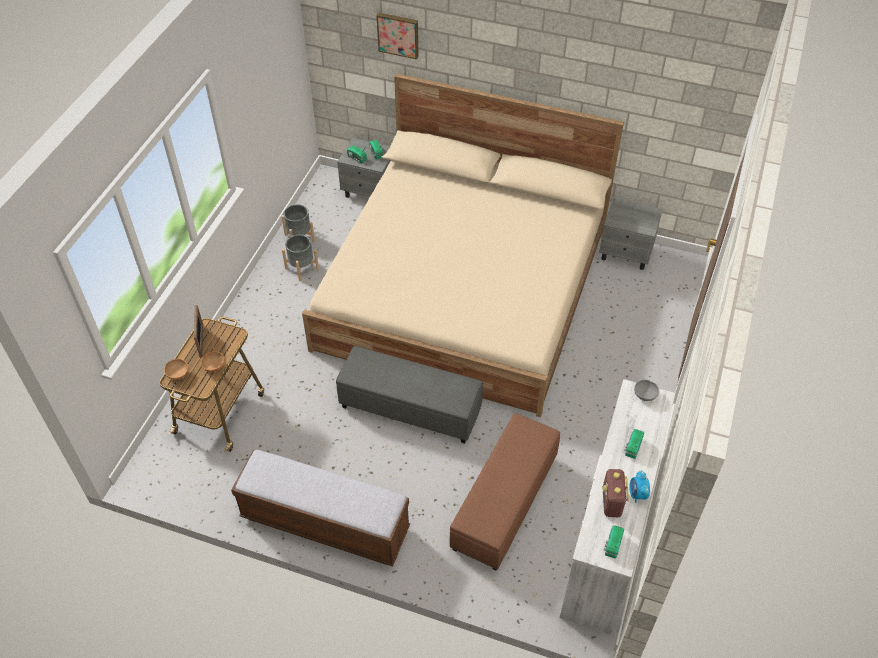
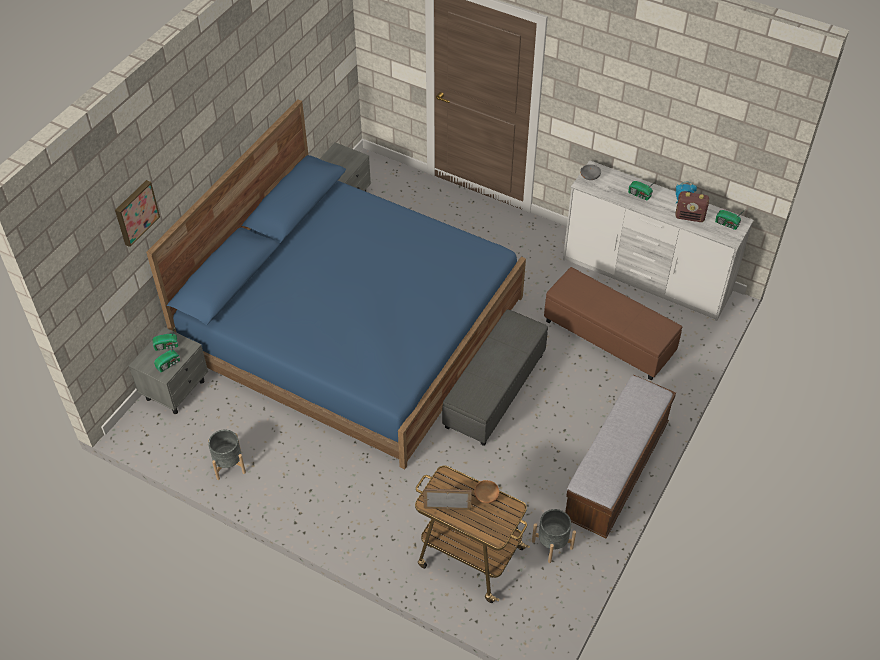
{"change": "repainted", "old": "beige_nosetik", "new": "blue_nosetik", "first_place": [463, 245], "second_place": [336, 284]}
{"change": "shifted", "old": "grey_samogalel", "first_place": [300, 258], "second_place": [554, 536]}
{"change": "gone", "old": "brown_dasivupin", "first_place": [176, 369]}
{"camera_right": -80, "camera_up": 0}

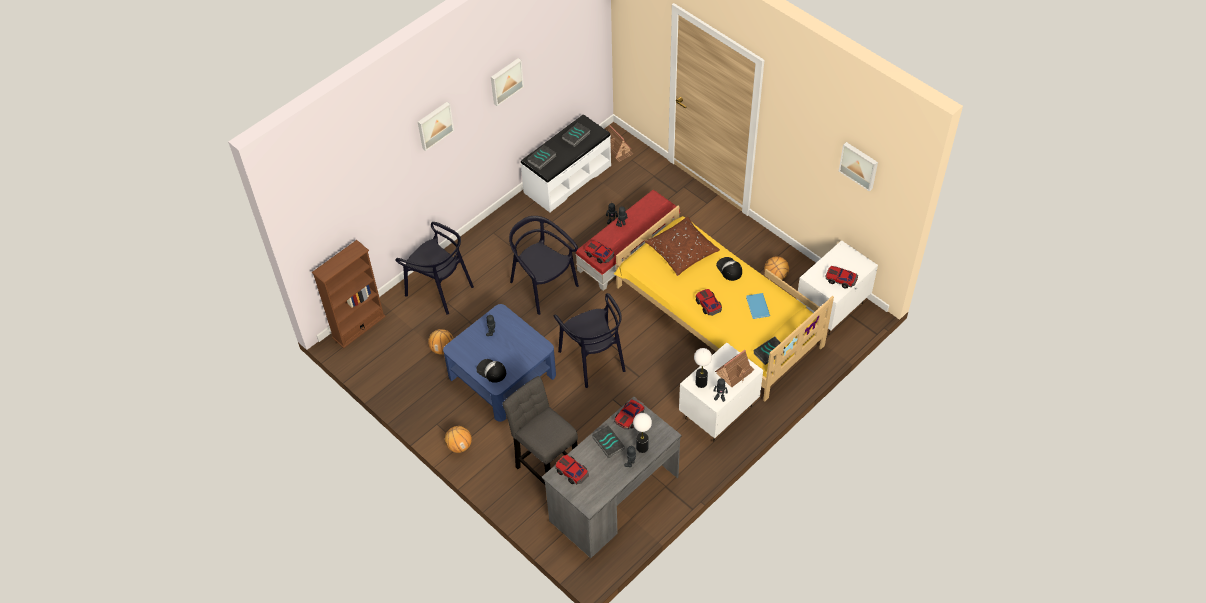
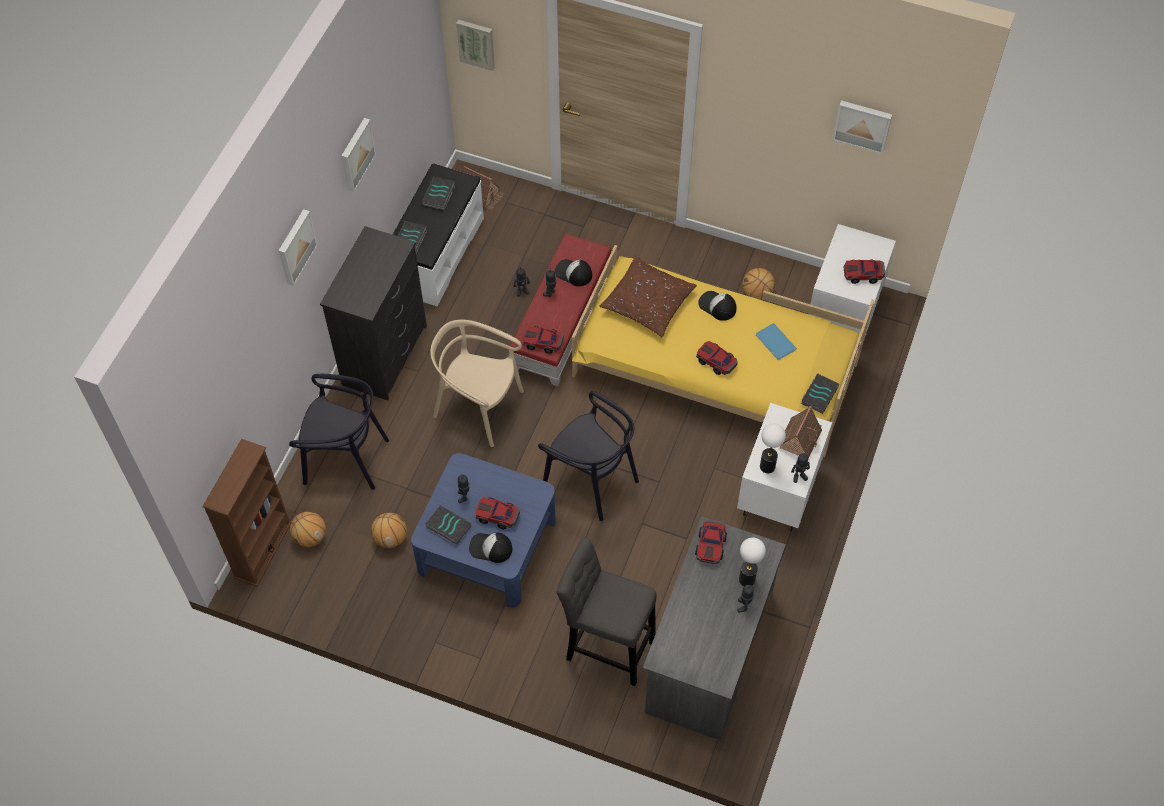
{"change": "shifted", "old": "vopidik", "first_place": [458, 439], "second_place": [308, 529]}
{"change": "new", "new": "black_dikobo", "second_place": [373, 313]}
{"change": "shifted", "old": "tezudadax", "first_place": [608, 442], "second_place": [448, 525]}
{"change": "repainted", "old": "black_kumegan", "new": "beige_kumegan", "first_place": [544, 265], "second_place": [477, 383]}
{"change": "new", "new": "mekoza", "second_place": [475, 45]}
{"change": "shifted", "old": "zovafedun", "first_place": [571, 469], "second_place": [497, 513]}
{"change": "new", "new": "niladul", "second_place": [573, 272]}
{"camera_right": -25, "camera_up": 5}

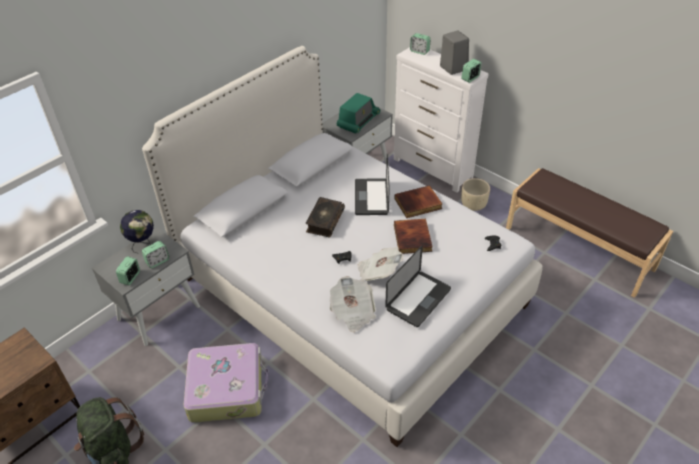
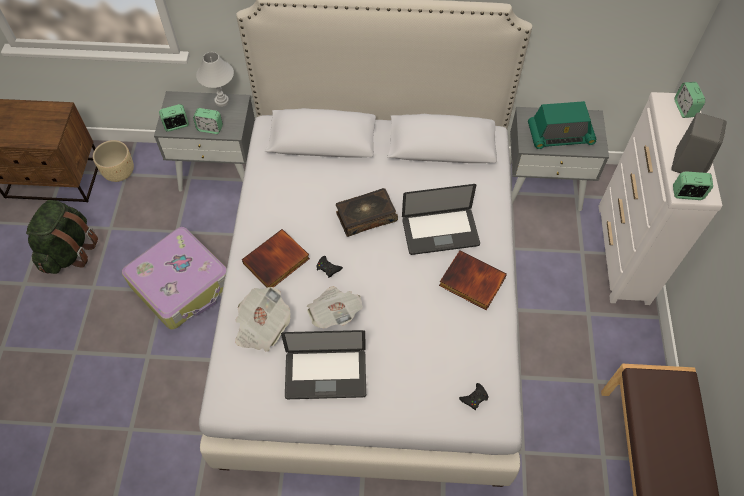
{"change": "shifted", "old": "beige_samogalel", "first_place": [475, 194], "second_place": [113, 161]}
{"change": "swapped", "old": "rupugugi", "new": "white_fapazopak", "first_place": [137, 232], "second_place": [215, 79]}
{"change": "shifted", "old": "tezudadax", "first_place": [413, 236], "second_place": [276, 258]}
{"change": "rotated", "old": "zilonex", "first_place": [372, 184], "second_place": [441, 219], "degrees": -150}
{"camera_right": 50, "camera_up": 15}

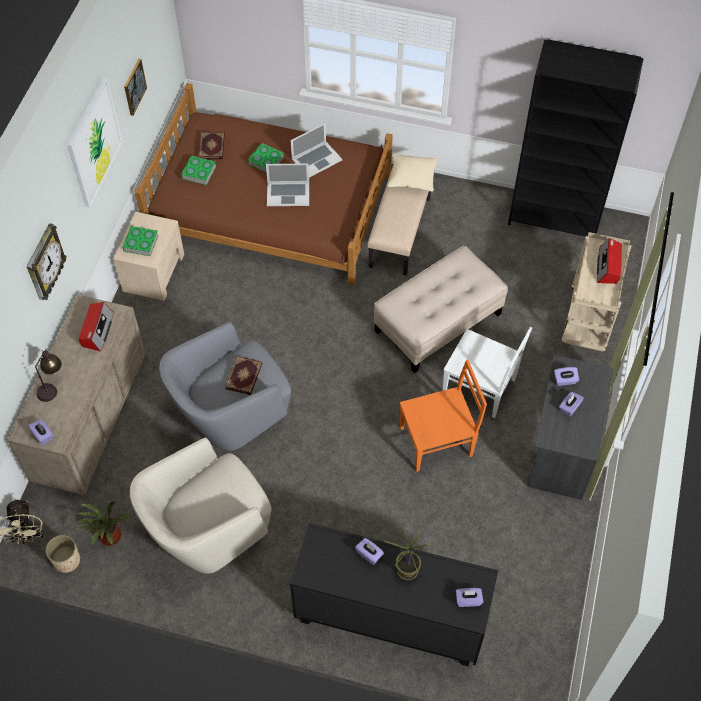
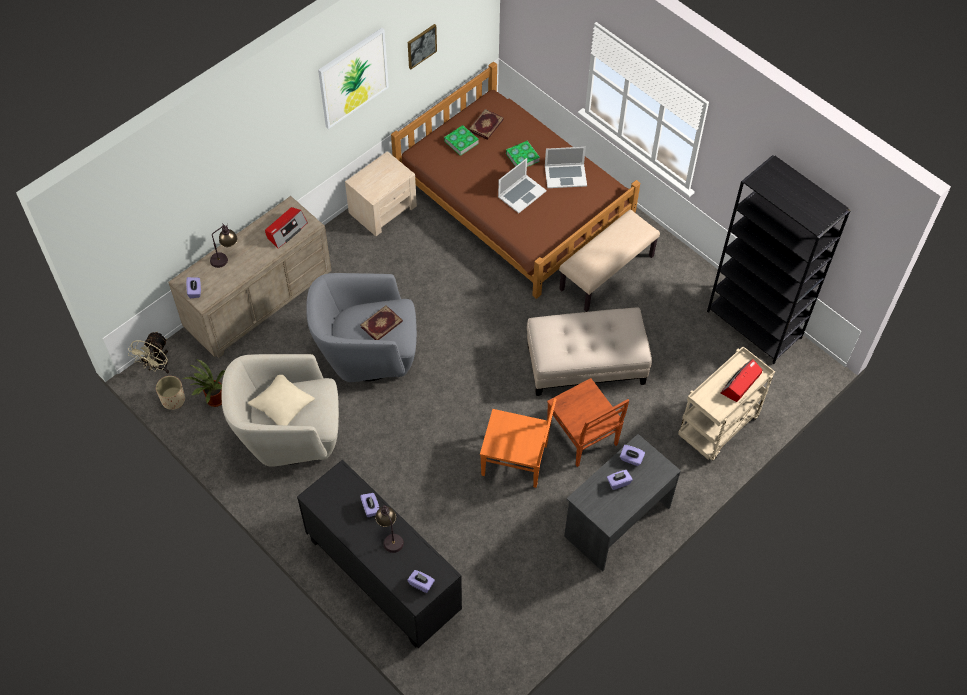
{"change": "shifted", "old": "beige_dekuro", "first_place": [412, 173], "second_place": [281, 400]}
{"change": "swapped", "old": "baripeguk", "new": "fapazopak", "first_place": [409, 552], "second_place": [389, 529]}
{"change": "rotated", "old": "zilonex", "first_place": [287, 184], "second_place": [522, 185], "degrees": -75}
{"change": "repainted", "old": "white_kumegan", "new": "brown_kumegan", "first_place": [487, 372], "second_place": [588, 422]}
{"change": "gone", "old": "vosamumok", "first_place": [47, 261]}
{"change": "gone", "old": "tezudadax", "first_place": [140, 241]}
{"camera_right": 30, "camera_up": 0}

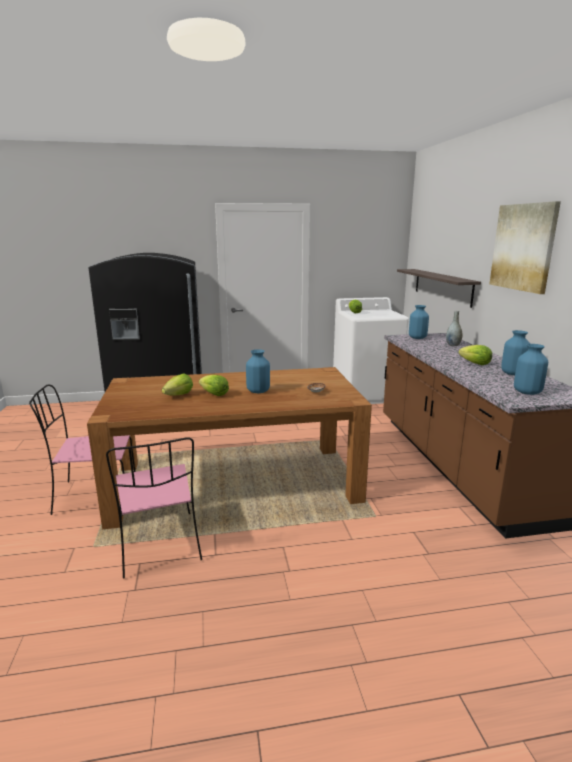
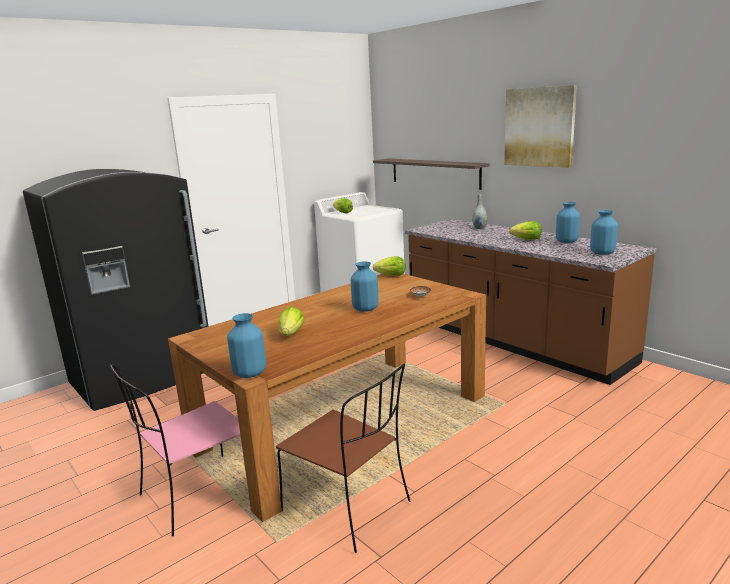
{"change": "shifted", "old": "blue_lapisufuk", "first_place": [419, 322], "second_place": [246, 345]}
{"change": "repainted", "old": "pink_kumegan", "new": "brown_kumegan", "first_place": [154, 508], "second_place": [343, 458]}
{"change": "shifted", "old": "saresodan", "first_place": [214, 385], "second_place": [389, 266]}
{"camera_right": -30, "camera_up": 0}

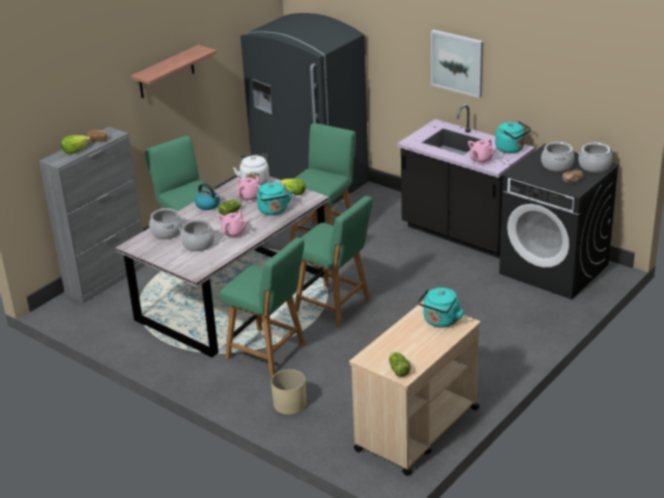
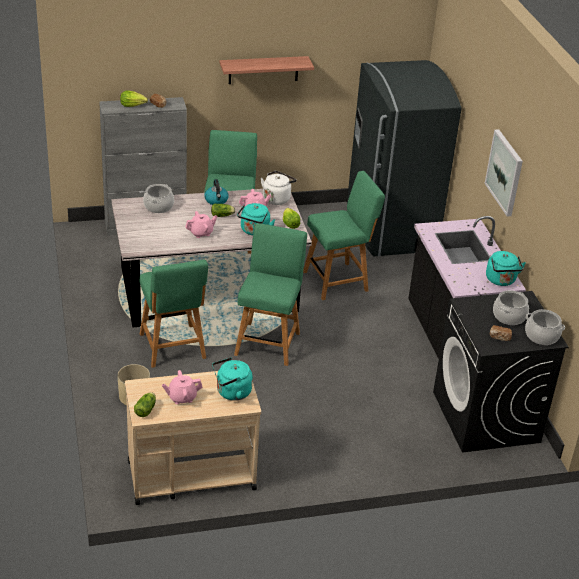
{"change": "shifted", "old": "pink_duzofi", "first_place": [482, 151], "second_place": [182, 387]}
{"change": "rotated", "old": "green_kumegan", "first_place": [334, 261], "second_place": [270, 294], "degrees": -150}
{"change": "gone", "old": "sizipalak", "first_place": [197, 235]}
{"camera_right": 35, "camera_up": 5}

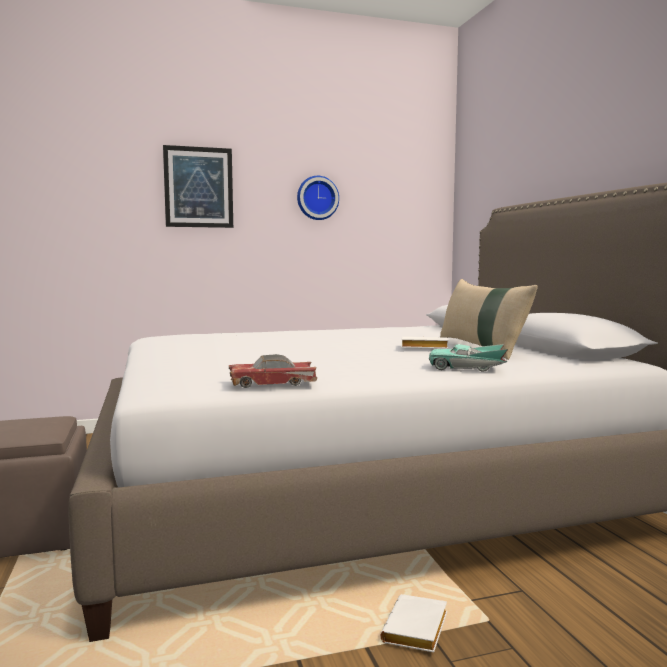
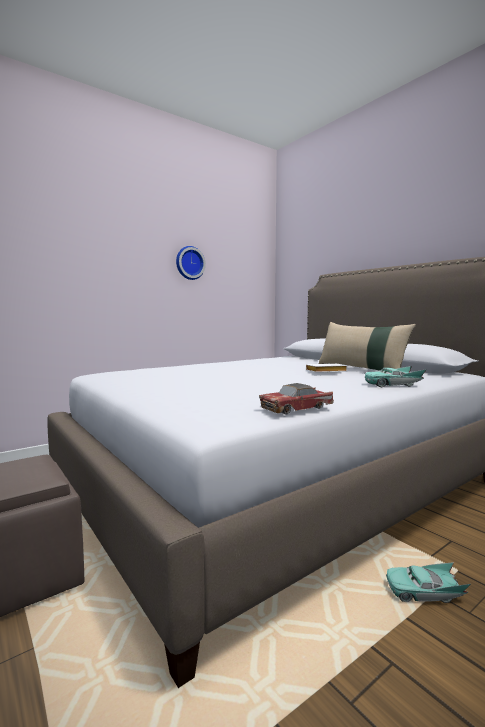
{"change": "swapped", "old": "white_tezudadax", "new": "turquoise_zovafedun", "first_place": [414, 623], "second_place": [428, 582]}
{"change": "gone", "old": "mekoza", "first_place": [198, 186]}
{"camera_right": -20, "camera_up": 0}

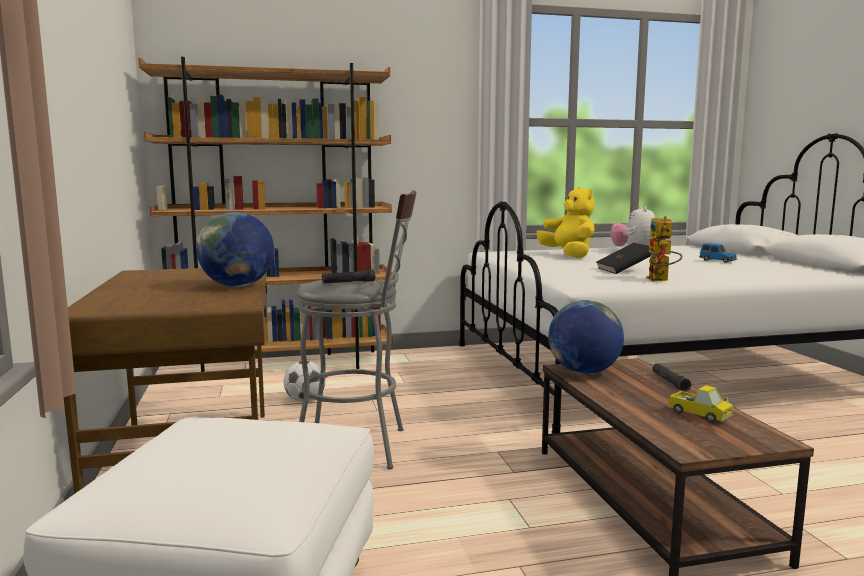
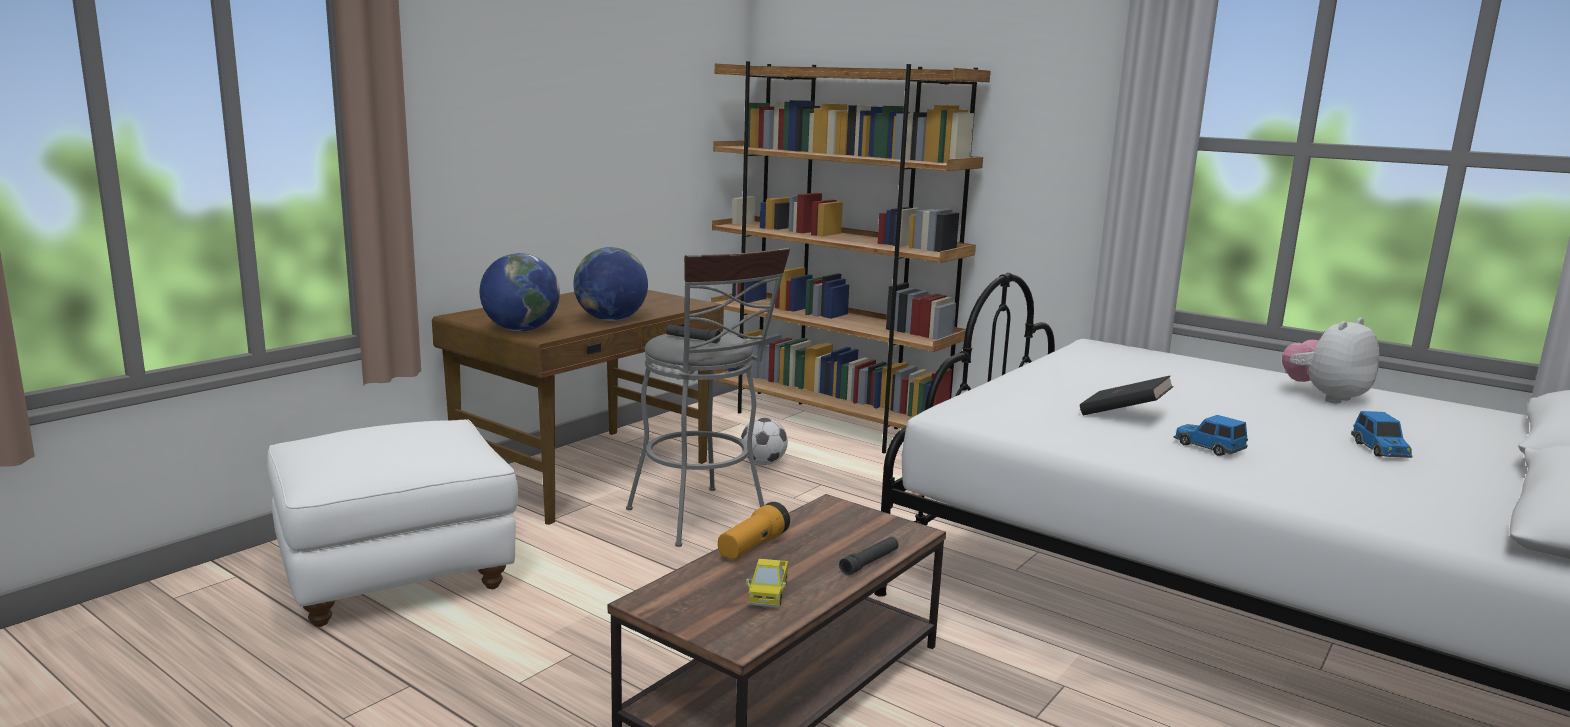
{"change": "shifted", "old": "rupugugi", "first_place": [586, 337], "second_place": [520, 292]}
{"change": "new", "new": "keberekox", "second_place": [754, 530]}
{"change": "new", "new": "zovafedun", "second_place": [1211, 435]}
{"change": "gone", "old": "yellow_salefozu", "first_place": [566, 222]}
{"change": "gone", "old": "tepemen", "first_place": [664, 248]}
{"camera_right": 50, "camera_up": 5}

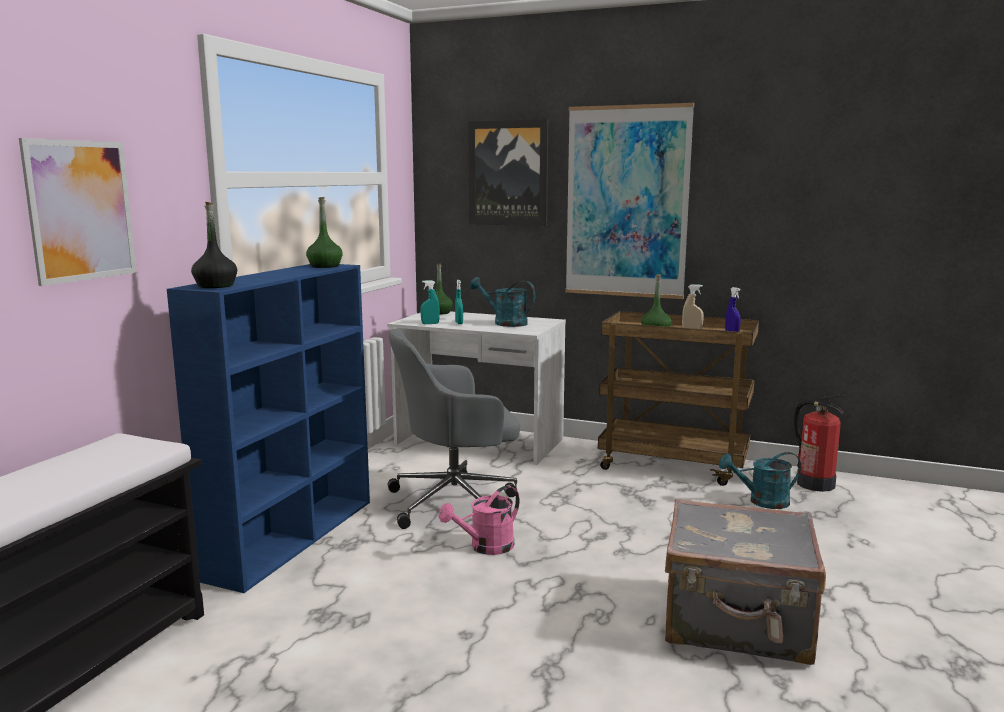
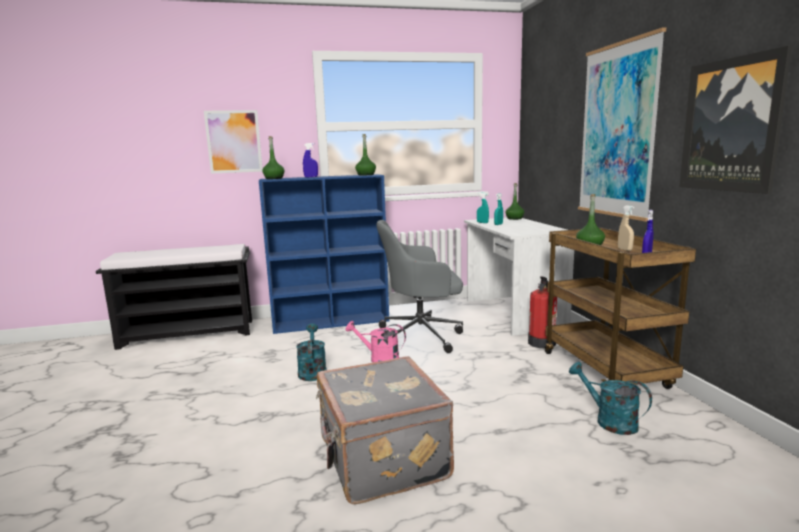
{"change": "repainted", "old": "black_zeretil", "new": "green_zeretil", "first_place": [214, 245], "second_place": [273, 157]}
{"change": "shifted", "old": "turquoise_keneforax", "first_place": [502, 302], "second_place": [311, 352]}
{"change": "new", "new": "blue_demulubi", "second_place": [310, 160]}
{"change": "rotated", "old": "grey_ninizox", "first_place": [454, 428], "second_place": [419, 286], "degrees": -45}
{"change": "shifted", "old": "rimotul", "first_place": [819, 443], "second_place": [542, 312]}
{"change": "shifted", "old": "mekoza", "first_place": [508, 172], "second_place": [735, 119]}
{"camera_right": 55, "camera_up": 0}

